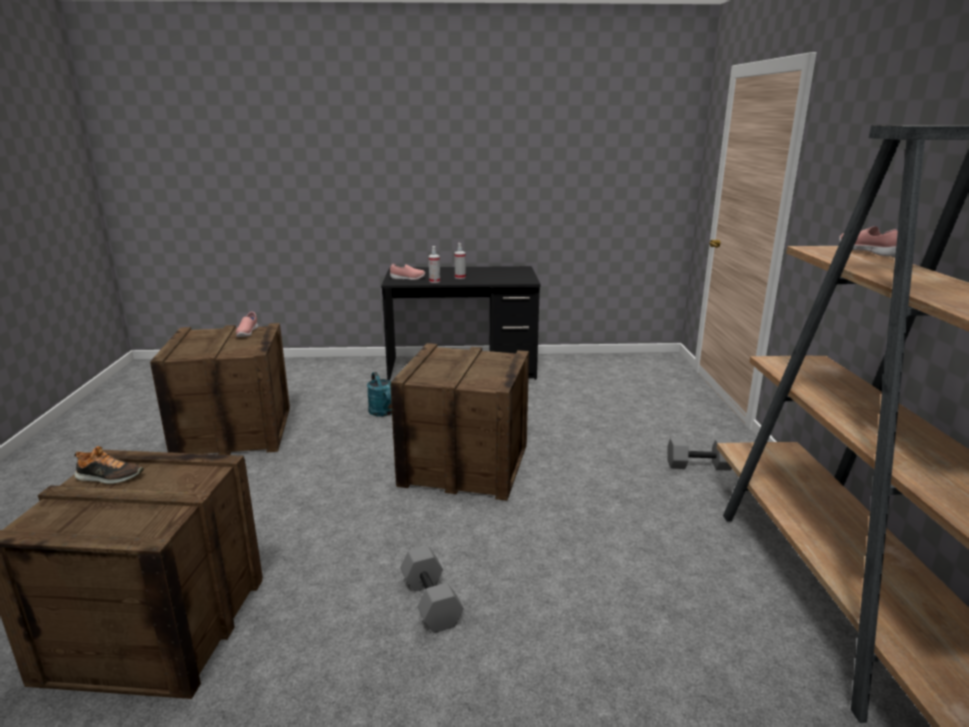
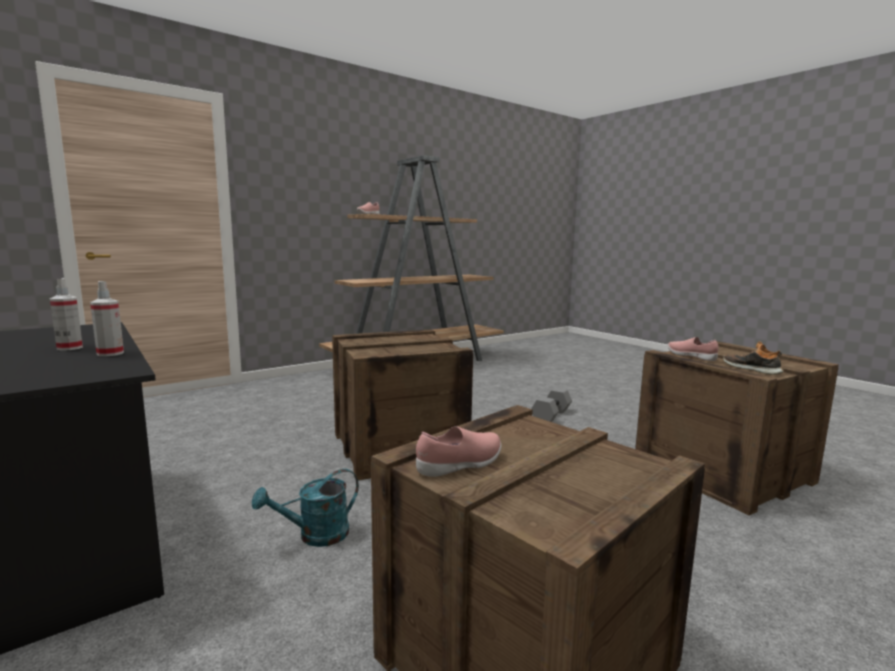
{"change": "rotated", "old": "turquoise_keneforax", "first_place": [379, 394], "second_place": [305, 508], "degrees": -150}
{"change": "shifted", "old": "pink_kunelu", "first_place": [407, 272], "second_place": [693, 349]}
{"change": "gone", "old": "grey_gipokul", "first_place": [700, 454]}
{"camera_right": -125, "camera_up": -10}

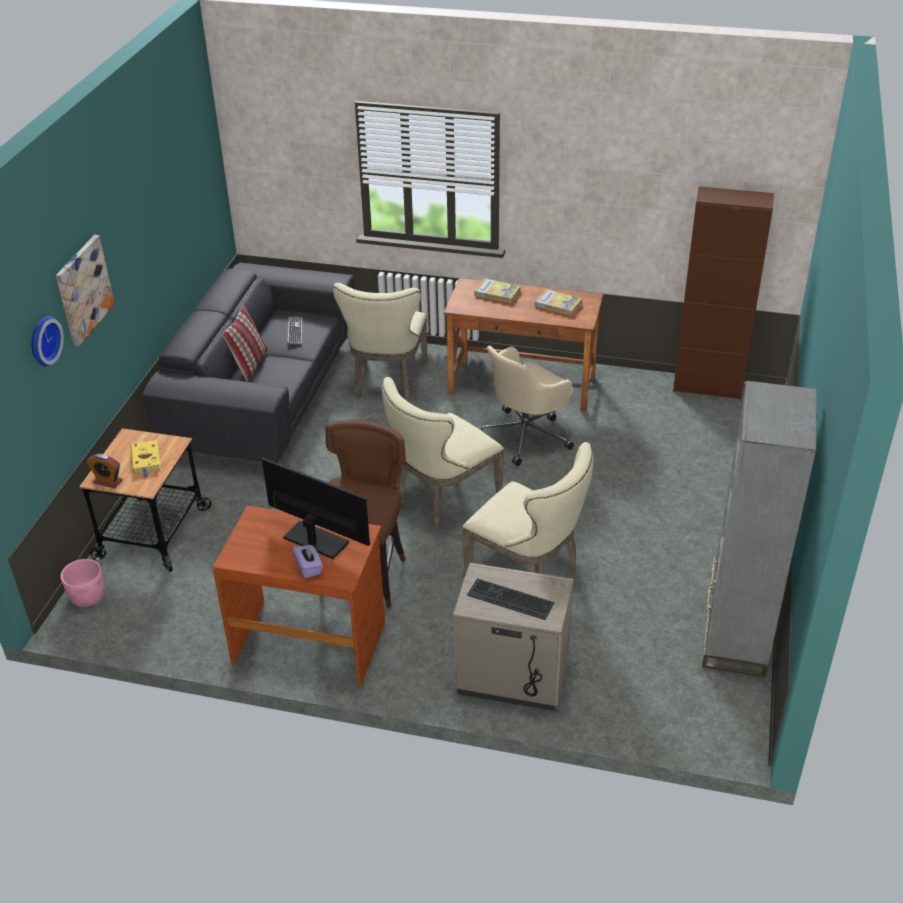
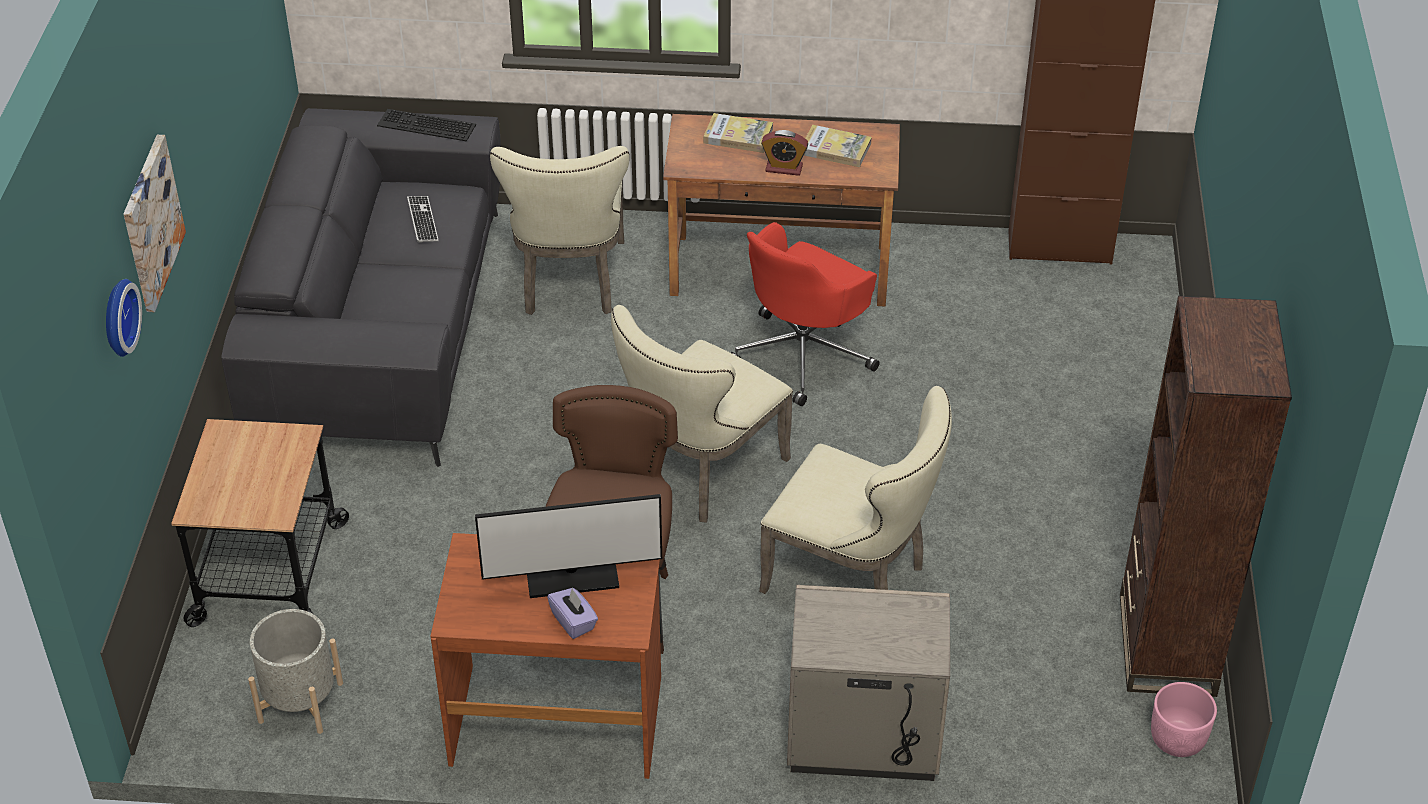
{"change": "new", "new": "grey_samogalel", "second_place": [295, 671]}
{"change": "shifted", "old": "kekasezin", "first_place": [510, 599], "second_place": [426, 125]}
{"change": "rotated", "old": "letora", "first_place": [316, 508], "second_place": [568, 546], "degrees": 150}
{"change": "repainted", "old": "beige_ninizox", "new": "red_ninizox", "first_place": [527, 406], "second_place": [805, 314]}
{"change": "shifted", "old": "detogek", "first_place": [104, 471], "second_place": [784, 153]}
{"change": "repainted", "old": "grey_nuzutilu", "new": "brown_nuzutilu", "first_place": [759, 529], "second_place": [1206, 496]}
{"change": "shifted", "old": "pink_samogalel", "first_place": [83, 583], "second_place": [1184, 719]}
{"change": "gone", "old": "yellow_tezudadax", "first_place": [146, 459]}
{"change": "gone", "old": "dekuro", "first_place": [245, 342]}
{"camera_right": -10, "camera_up": 5}

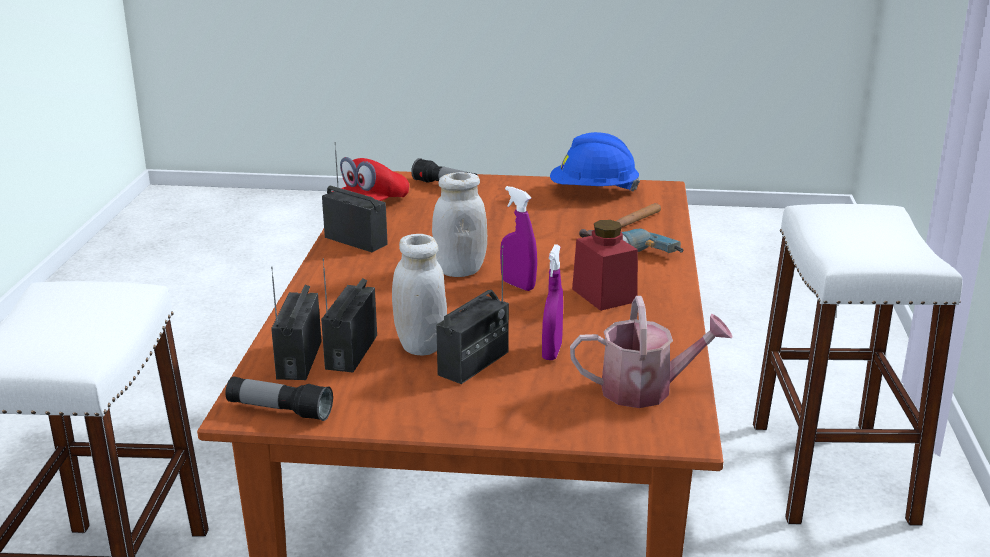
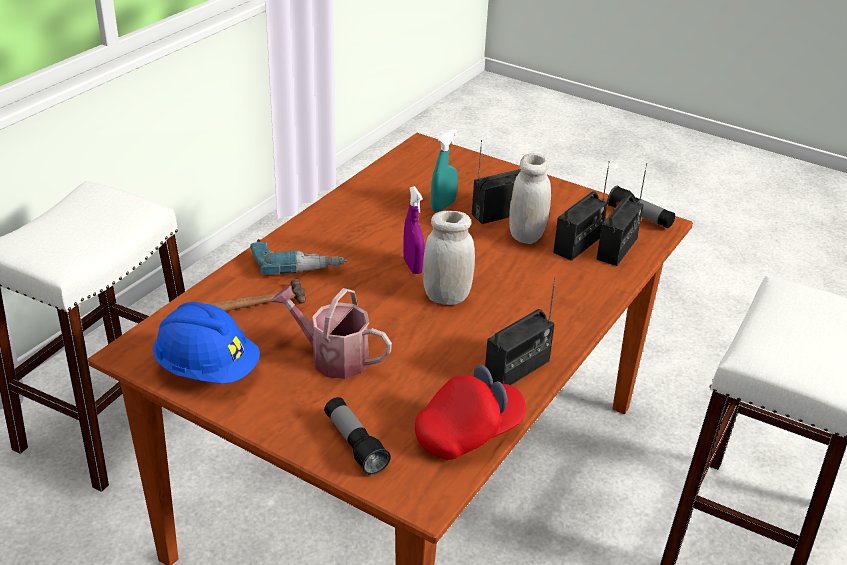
{"change": "shifted", "old": "keneforax", "first_place": [651, 352], "second_place": [331, 332]}
{"change": "repainted", "old": "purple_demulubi", "new": "turquoise_demulubi", "first_place": [552, 302], "second_place": [444, 170]}
{"change": "rotated", "old": "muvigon", "first_place": [355, 197], "second_place": [520, 331], "degrees": -105}
{"change": "gone", "old": "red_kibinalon", "first_place": [605, 265]}
{"camera_right": -155, "camera_up": 10}

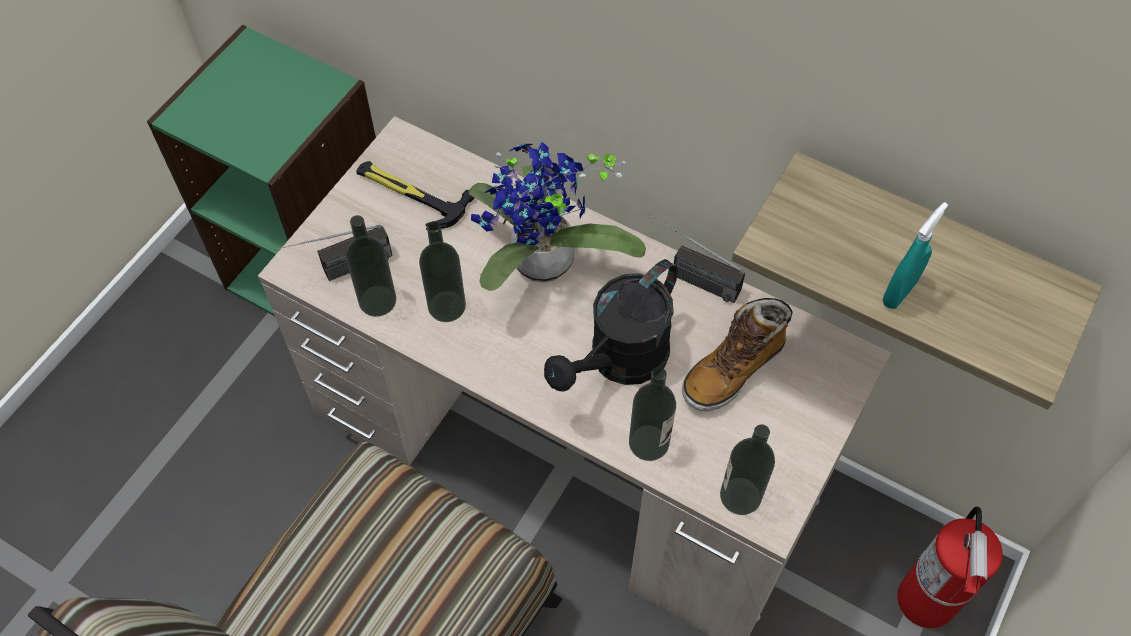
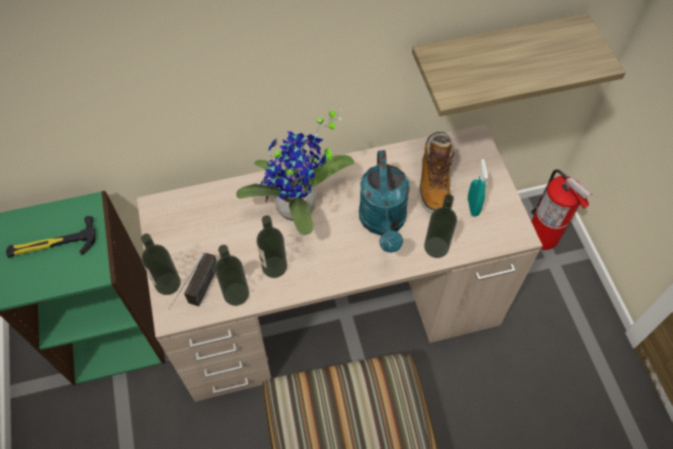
{"change": "shifted", "old": "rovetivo", "first_place": [415, 195], "second_place": [51, 237]}
{"change": "shifted", "old": "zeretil", "first_place": [747, 469], "second_place": [161, 264]}
{"change": "repainted", "old": "black_keneforax", "new": "turquoise_keneforax", "first_place": [611, 325], "second_place": [384, 201]}
{"change": "shifted", "old": "turquoise_demulubi", "first_place": [915, 255], "second_place": [478, 188]}
{"change": "gone", "old": "muvigon", "first_place": [697, 258]}
{"camera_right": -45, "camera_up": 0}

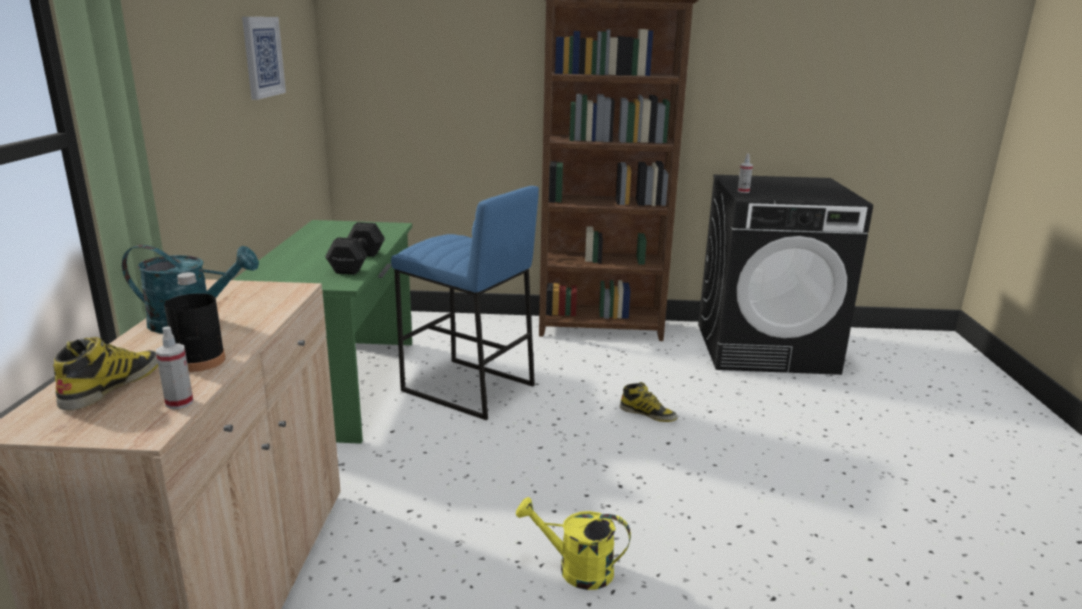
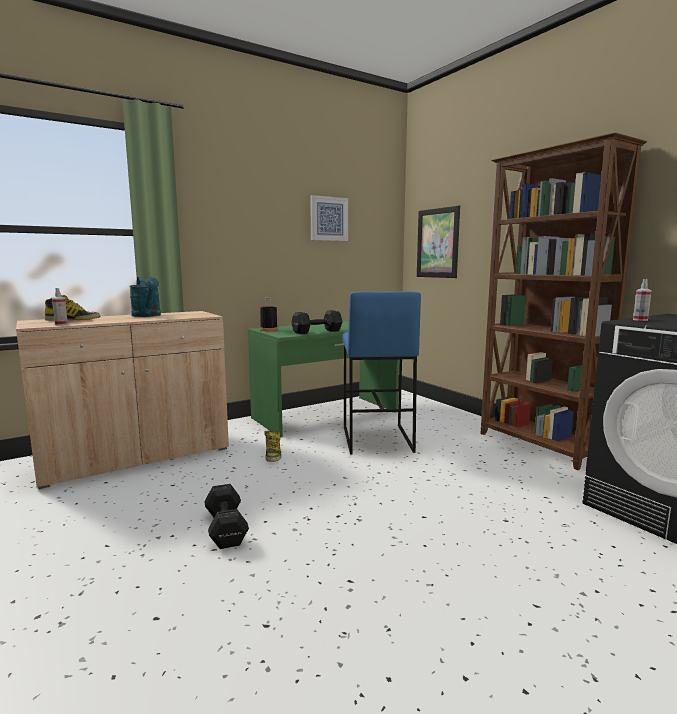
{"change": "swapped", "old": "yellow_keneforax", "new": "black_gipokul", "first_place": [573, 543], "second_place": [226, 516]}
{"change": "shifted", "old": "black_zeretil", "first_place": [195, 322], "second_place": [269, 314]}
{"change": "shifted", "old": "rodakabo", "first_place": [649, 402], "second_place": [273, 446]}
{"change": "new", "new": "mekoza", "second_place": [438, 241]}
{"camera_right": 55, "camera_up": -10}

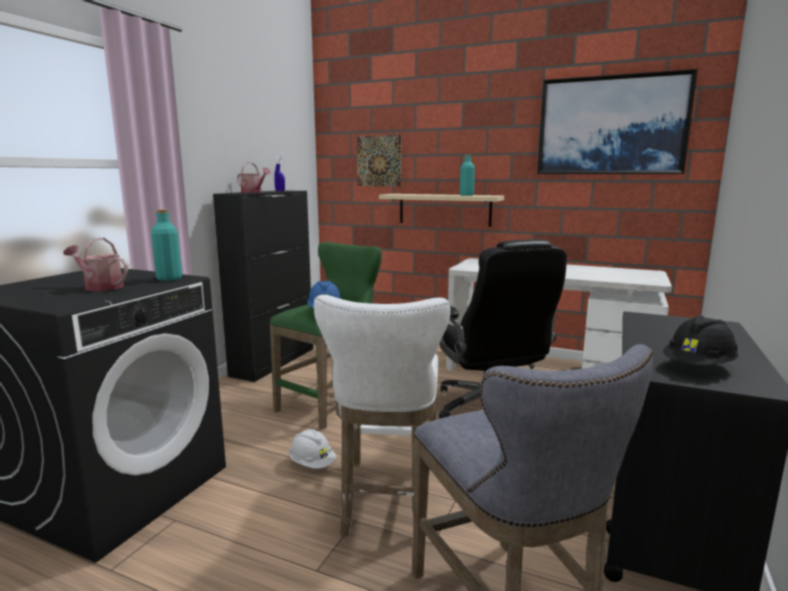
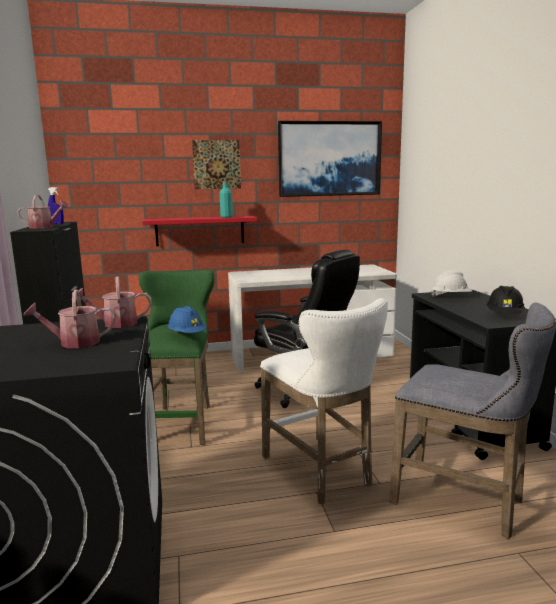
{"change": "swapped", "old": "turquoise_zeretil", "new": "keneforax", "first_place": [166, 245], "second_place": [114, 302]}
{"change": "repainted", "old": "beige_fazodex", "new": "red_fazodex", "first_place": [441, 210], "second_place": [199, 231]}
{"change": "shifted", "old": "mekoza", "first_place": [379, 160], "second_place": [216, 164]}
{"change": "shifted", "old": "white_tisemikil", "first_place": [312, 449], "second_place": [451, 284]}
{"camera_right": -35, "camera_up": 0}

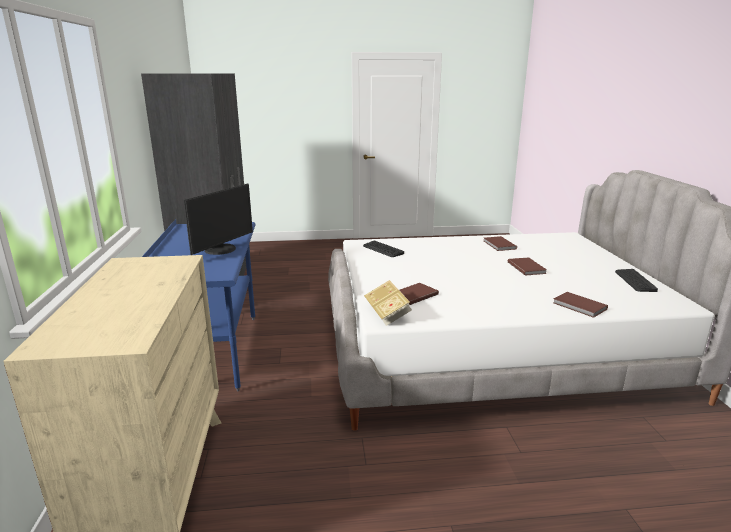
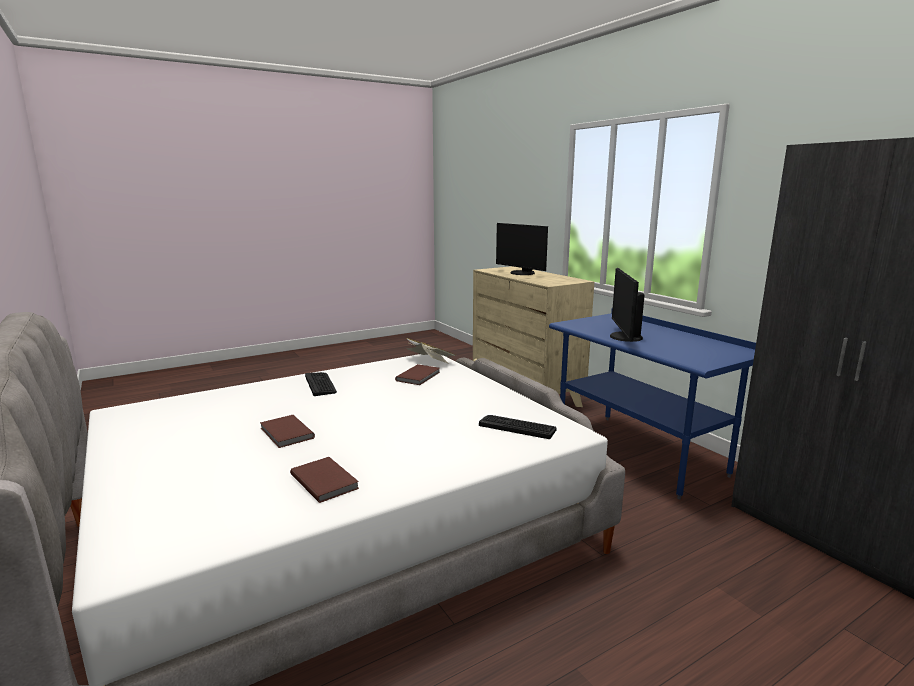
{"change": "shifted", "old": "kekasezin", "first_place": [636, 280], "second_place": [321, 384]}
{"change": "new", "new": "letora", "second_place": [522, 249]}
{"change": "gone", "old": "brown_tezudadax", "first_place": [581, 305]}
{"camera_right": 155, "camera_up": -5}

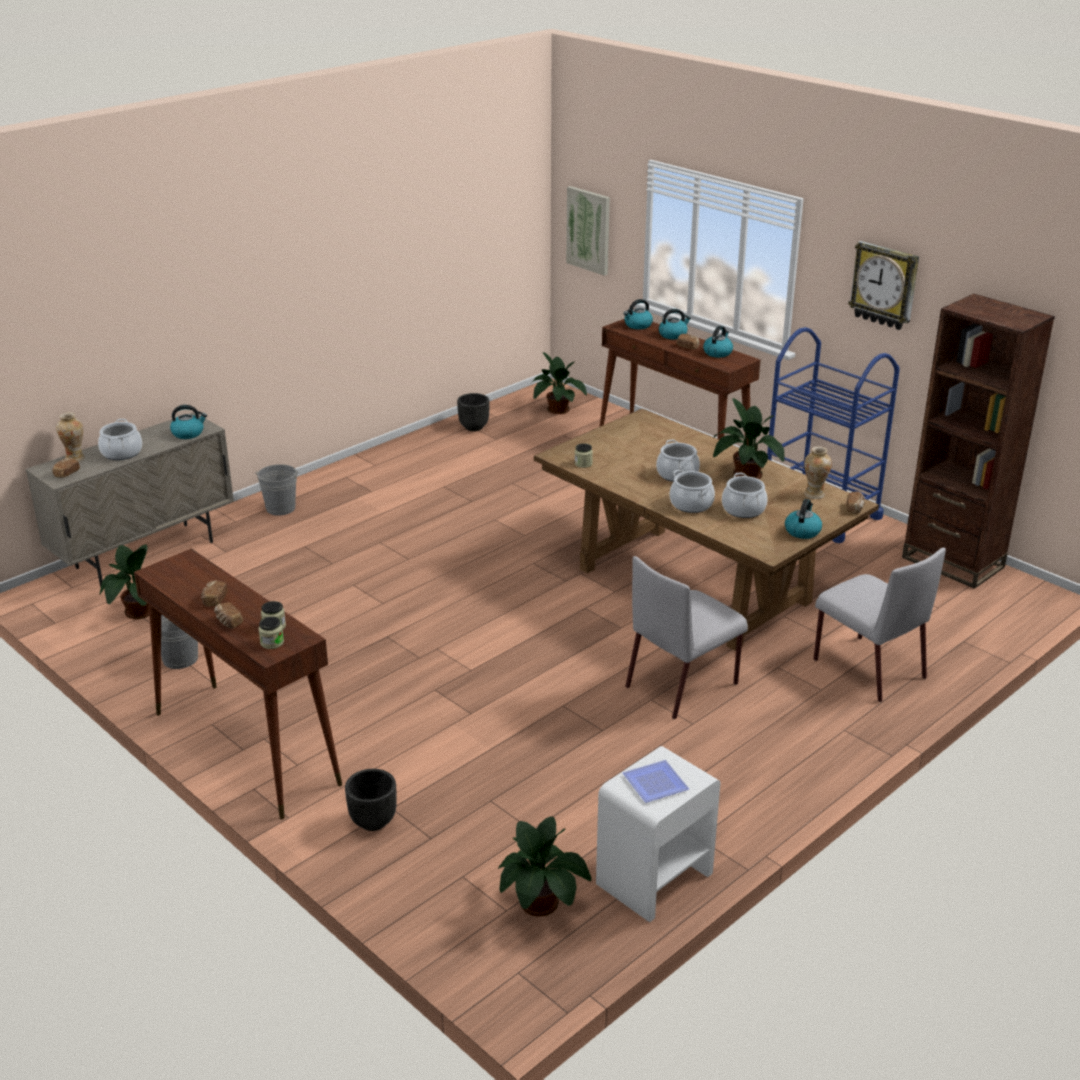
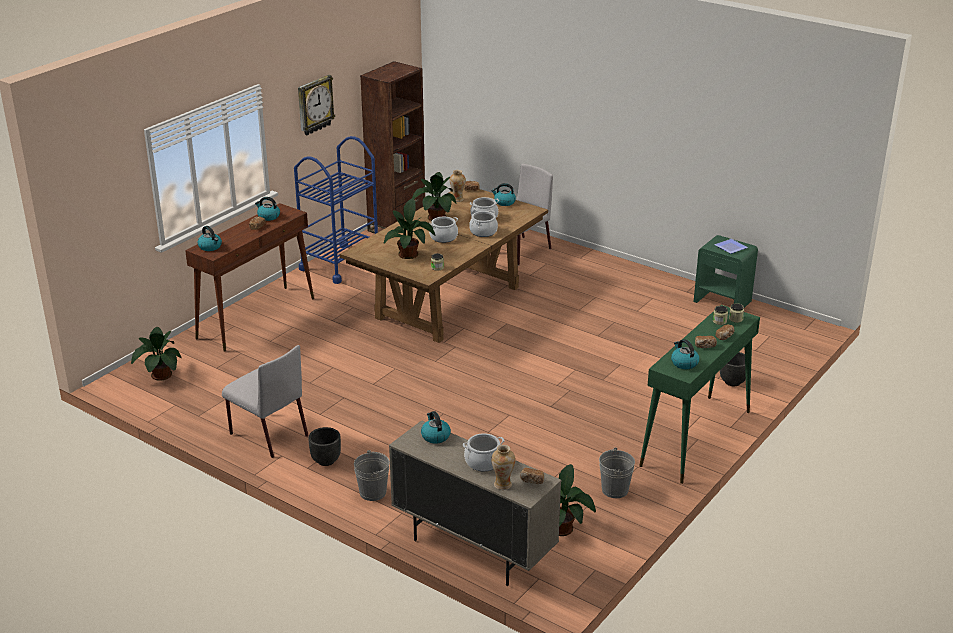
{"change": "shifted", "old": "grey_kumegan", "first_place": [686, 637], "second_place": [265, 401]}
{"change": "shifted", "old": "black_samogalel", "first_place": [473, 412], "second_place": [324, 446]}
{"change": "shifted", "old": "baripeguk", "first_place": [544, 866], "second_place": [409, 228]}
{"change": "repainted", "old": "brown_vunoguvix", "new": "green_vunoguvix", "first_place": [238, 683], "second_place": [699, 394]}
{"change": "shifted", "old": "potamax", "first_place": [675, 324], "second_place": [685, 354]}
{"change": "repainted", "old": "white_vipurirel", "new": "green_vipurirel", "first_place": [658, 834], "second_place": [725, 271]}
{"change": "gone", "old": "mekoza", "first_place": [588, 231]}
{"camera_right": -100, "camera_up": 0}

